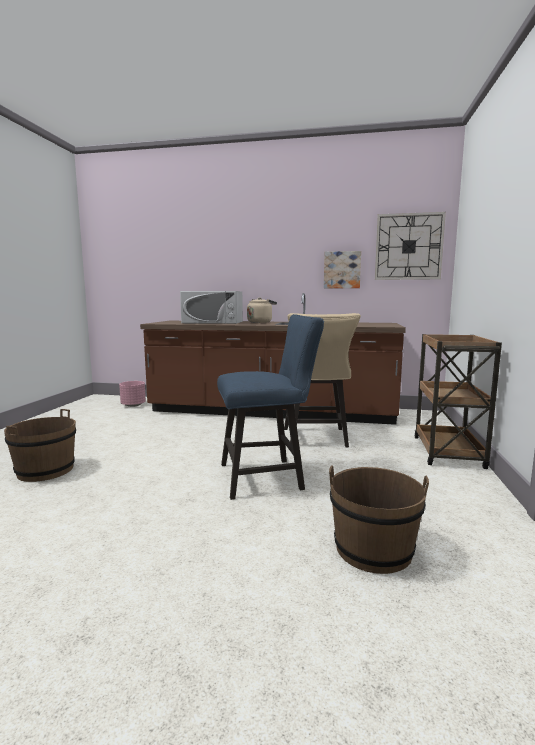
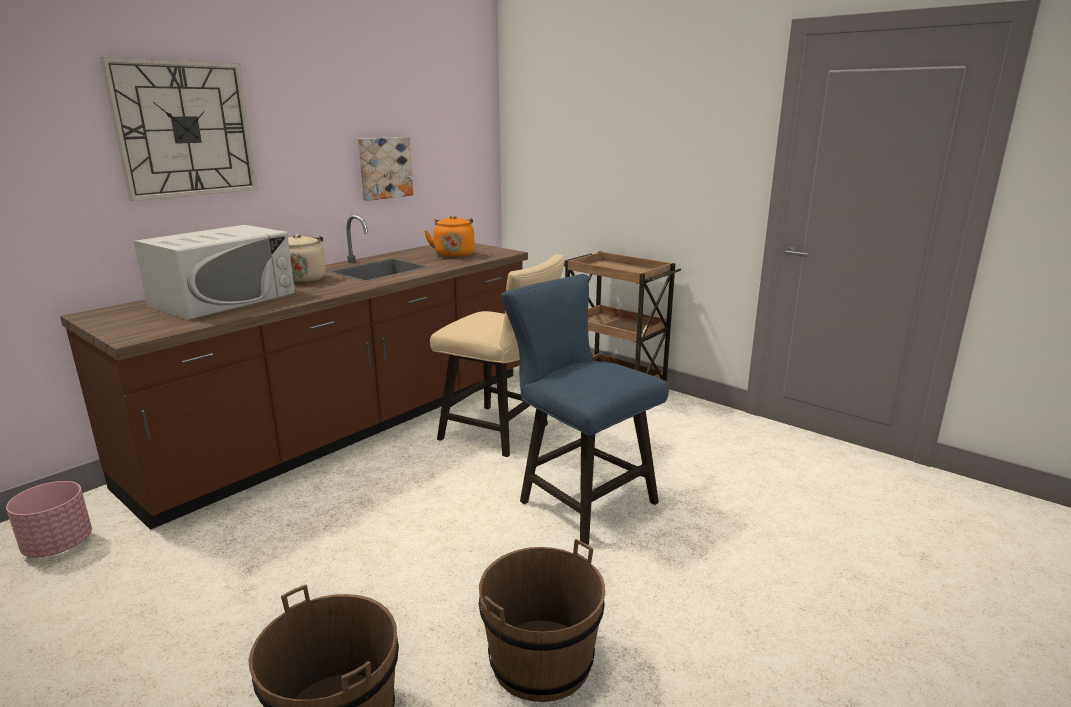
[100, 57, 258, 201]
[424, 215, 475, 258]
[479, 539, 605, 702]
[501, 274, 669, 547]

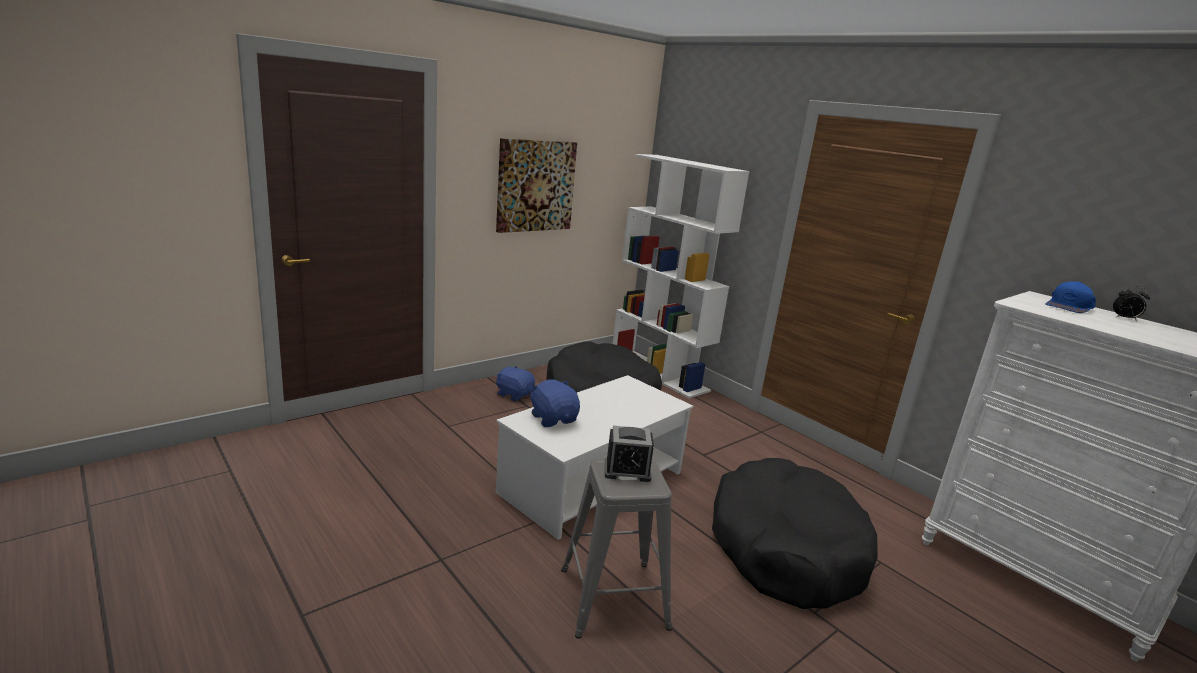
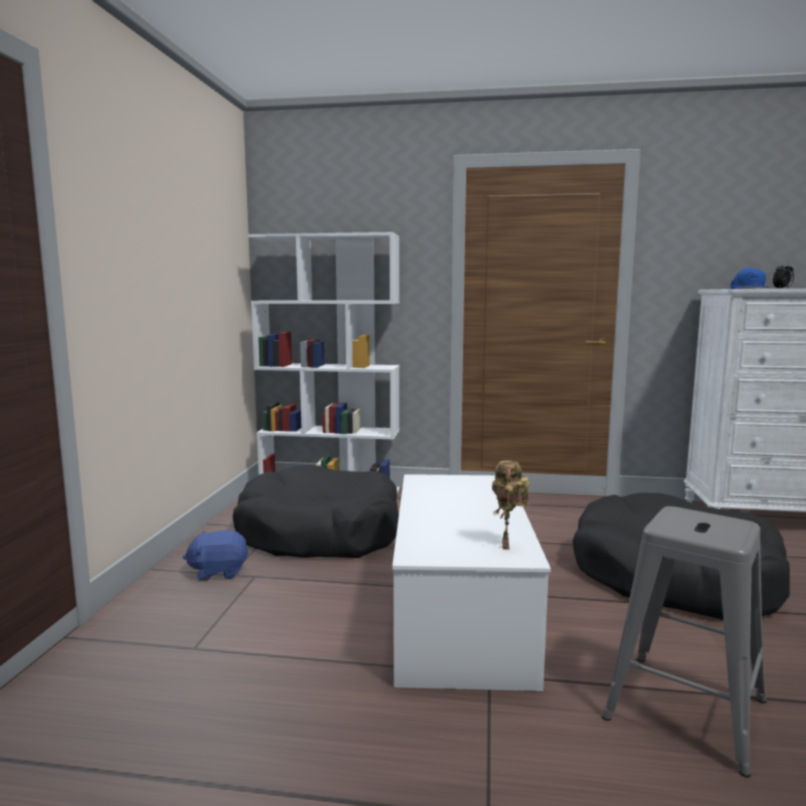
[492, 460, 530, 550]
[496, 138, 577, 233] (first image)
[529, 379, 580, 427] (first image)
[605, 426, 654, 482] (first image)

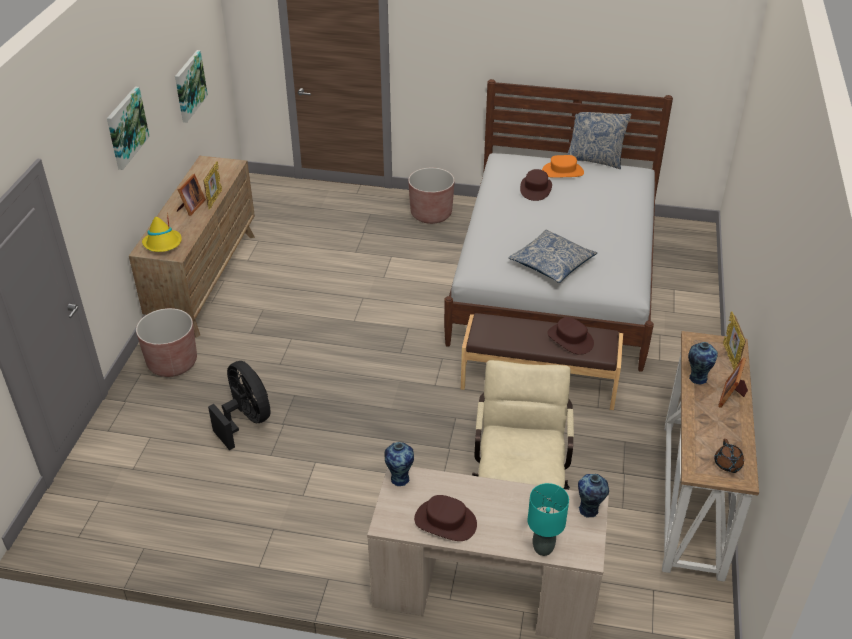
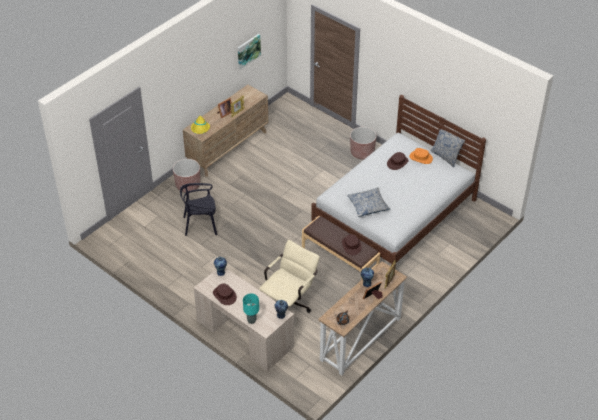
[180, 183, 217, 236]
[107, 86, 150, 170] (first image)

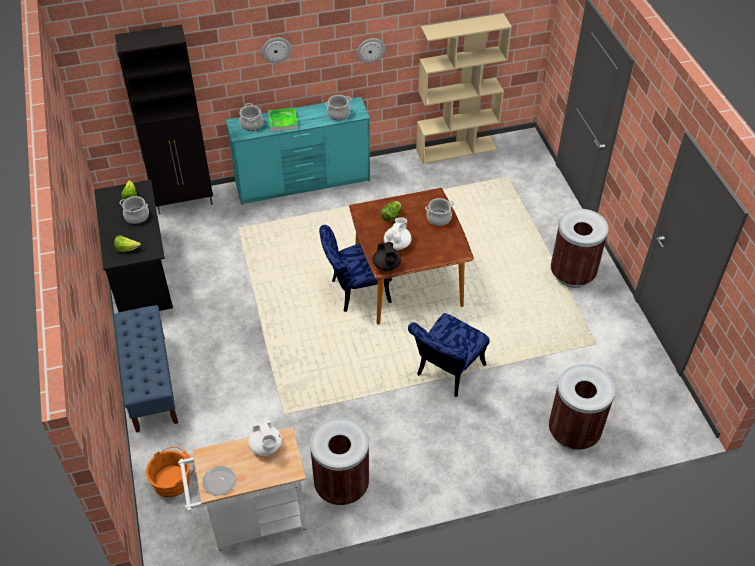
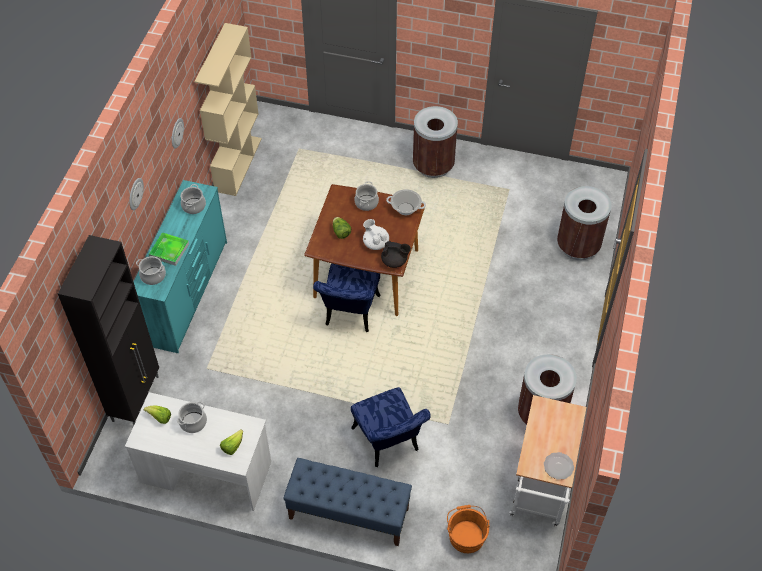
[125, 392, 271, 511]
[351, 387, 431, 467]
[386, 189, 426, 215]
[248, 420, 282, 456] (first image)

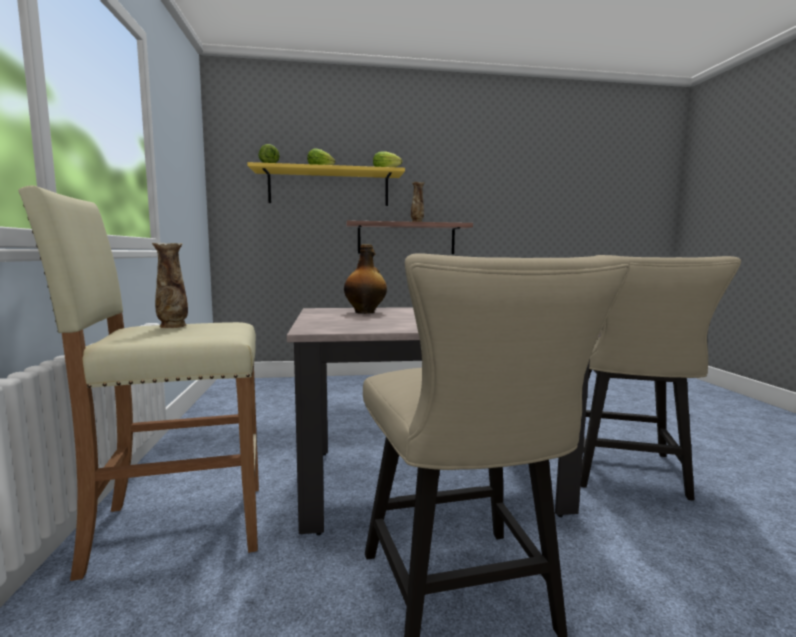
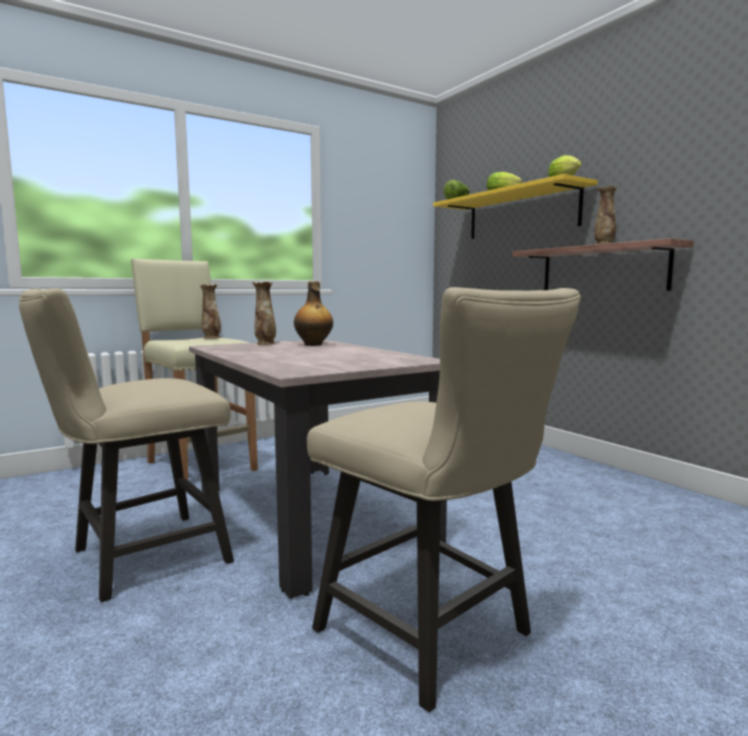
[252, 282, 276, 345]
[307, 287, 581, 712]

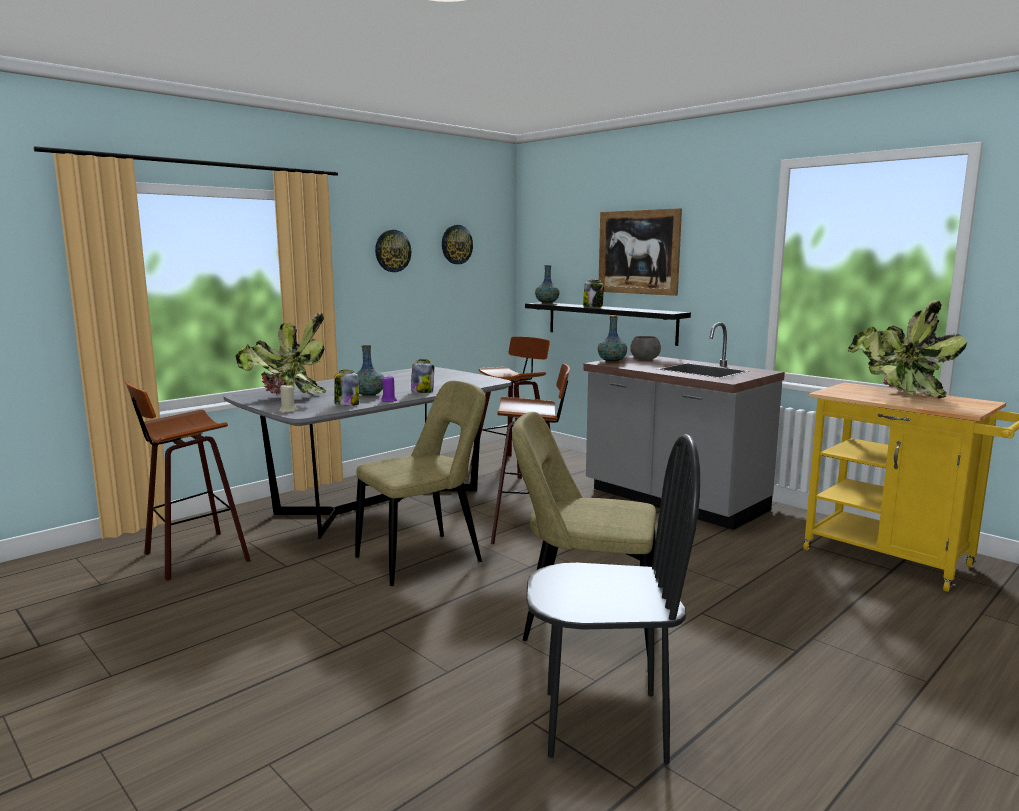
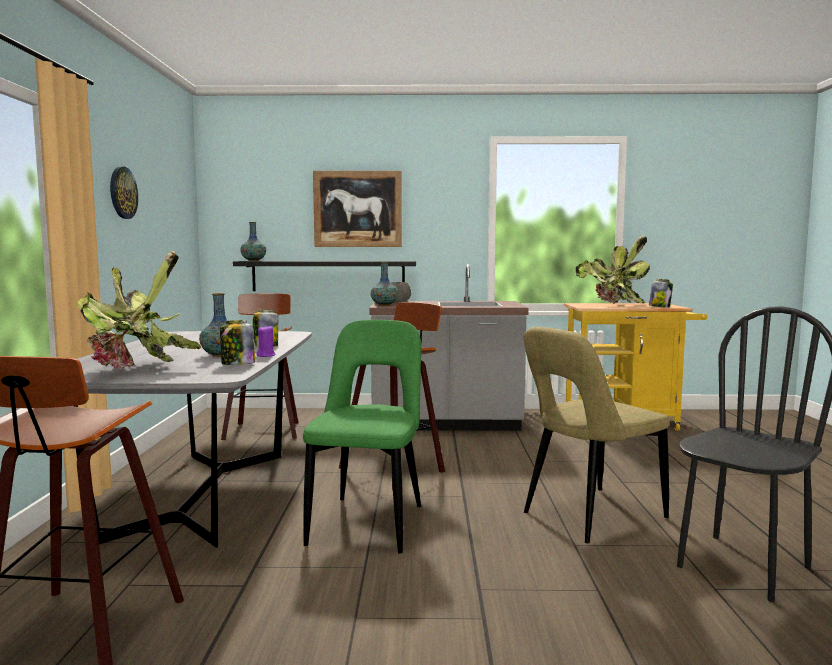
[303, 320, 421, 554]
[649, 279, 673, 308]
[279, 384, 297, 413] (first image)
[442, 225, 473, 264] (first image)

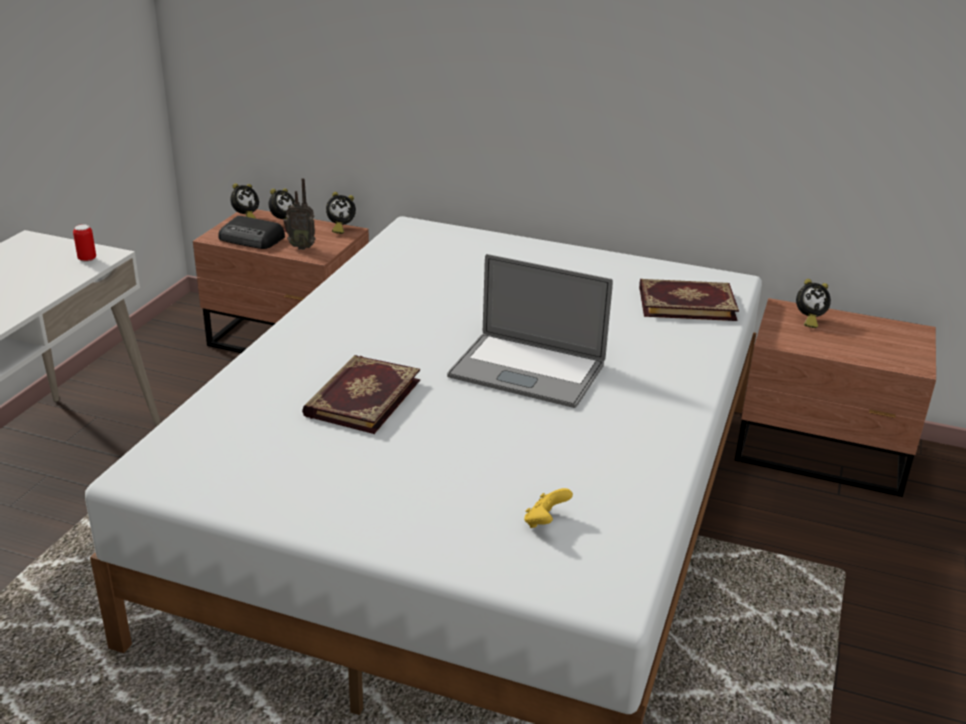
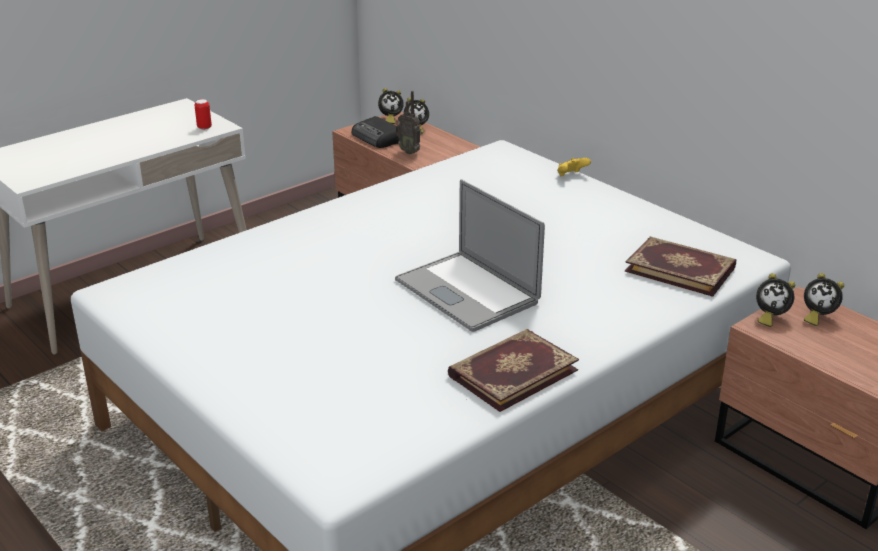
[448, 329, 579, 412]
[557, 158, 591, 176]
[756, 273, 795, 327]

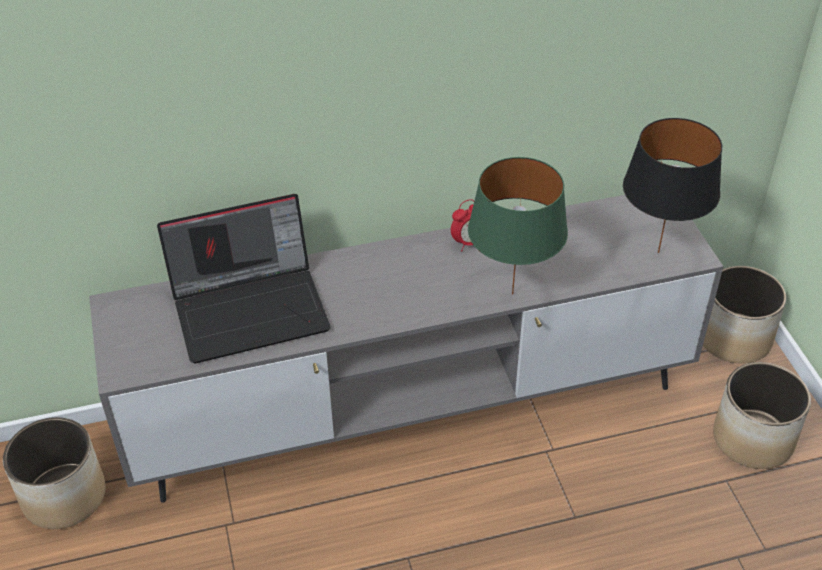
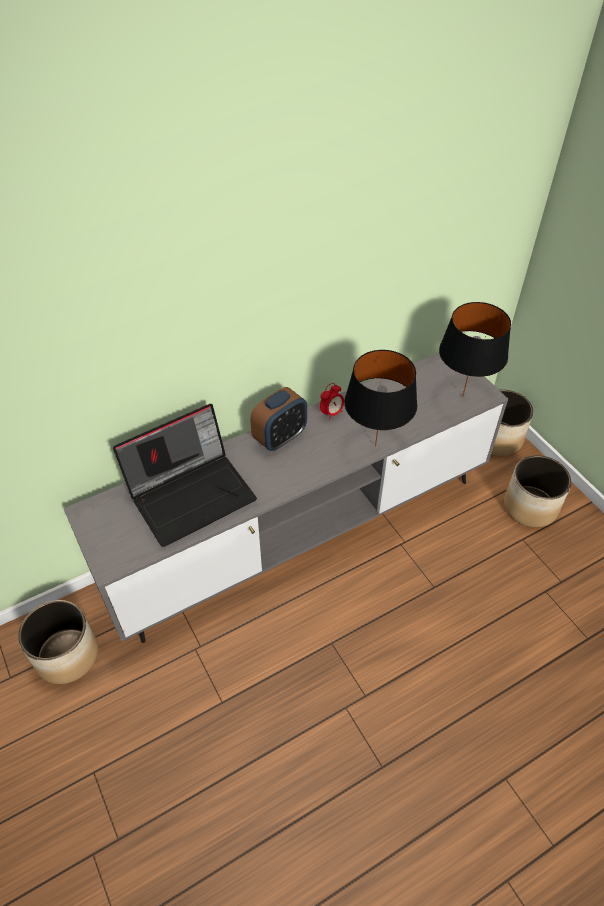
[250, 387, 307, 451]
[344, 350, 417, 447]

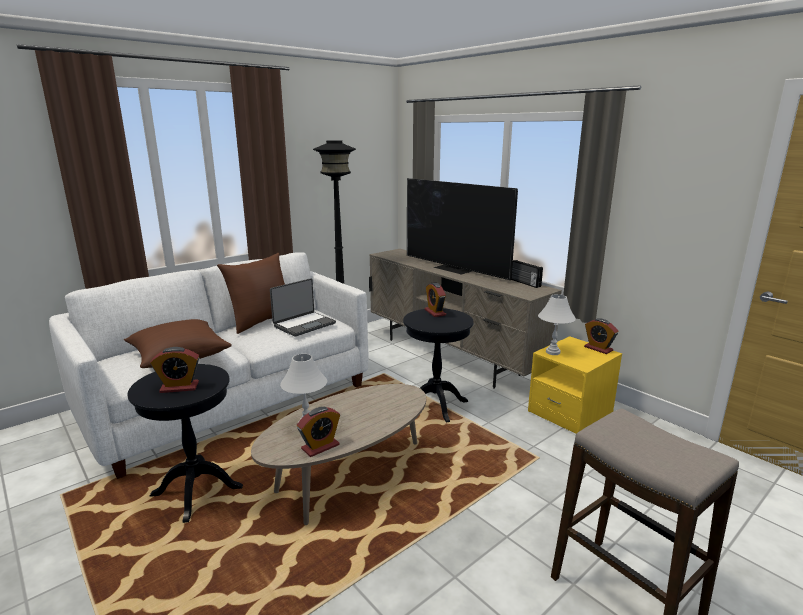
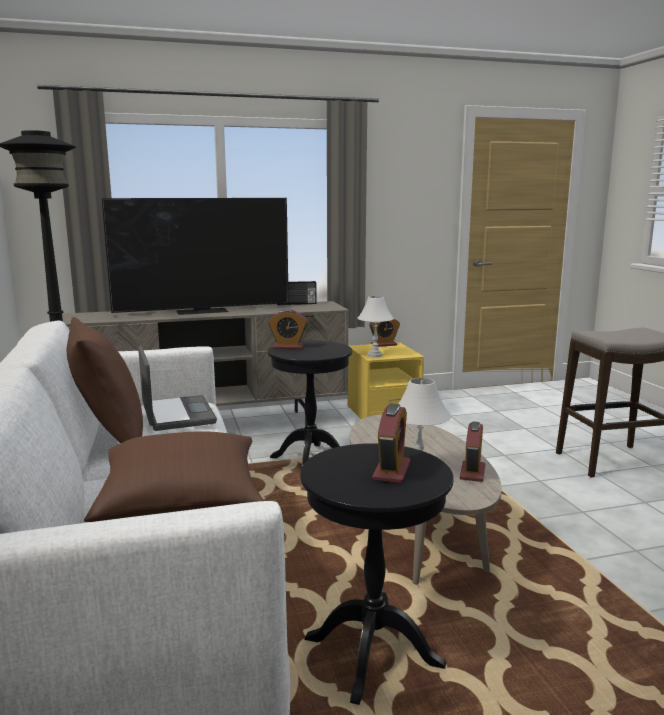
[460, 421, 485, 482]

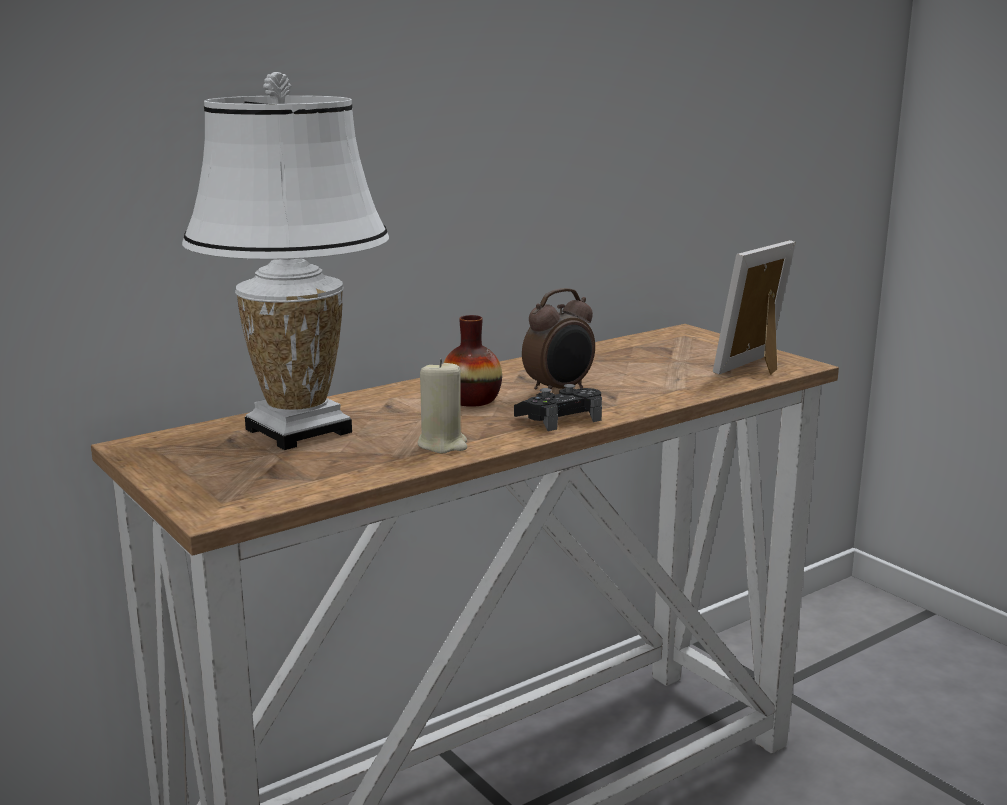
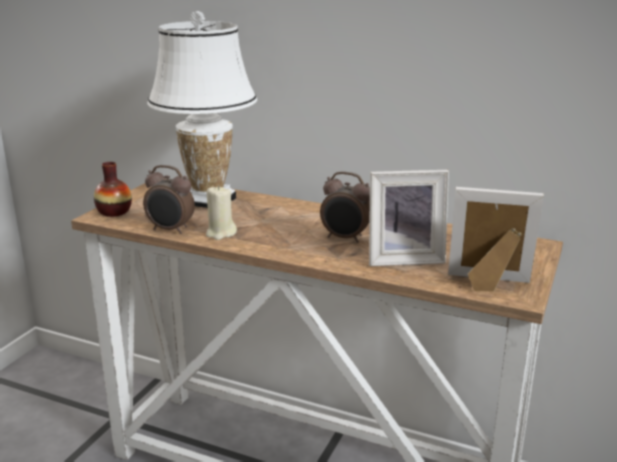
[94, 162, 132, 217]
[143, 165, 195, 234]
[369, 170, 449, 266]
[514, 384, 602, 431] (first image)

